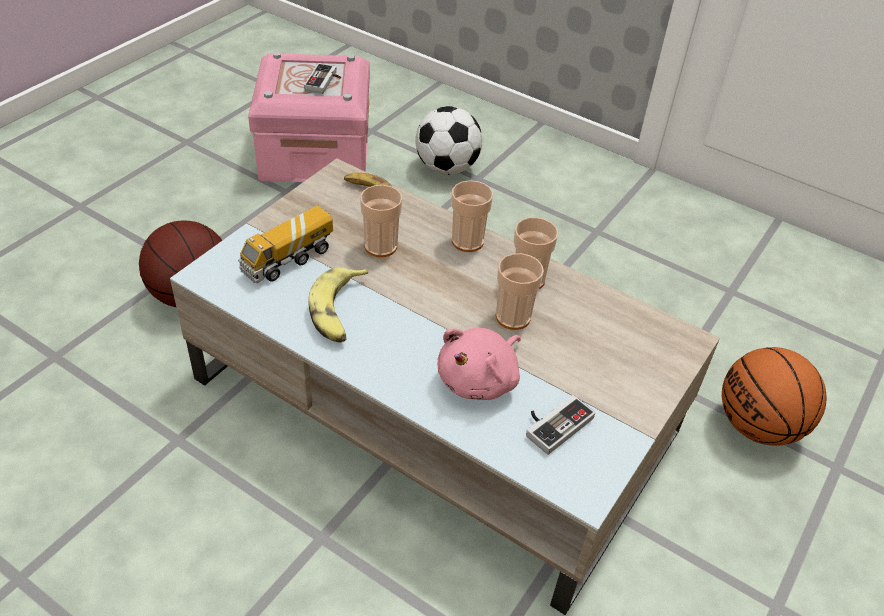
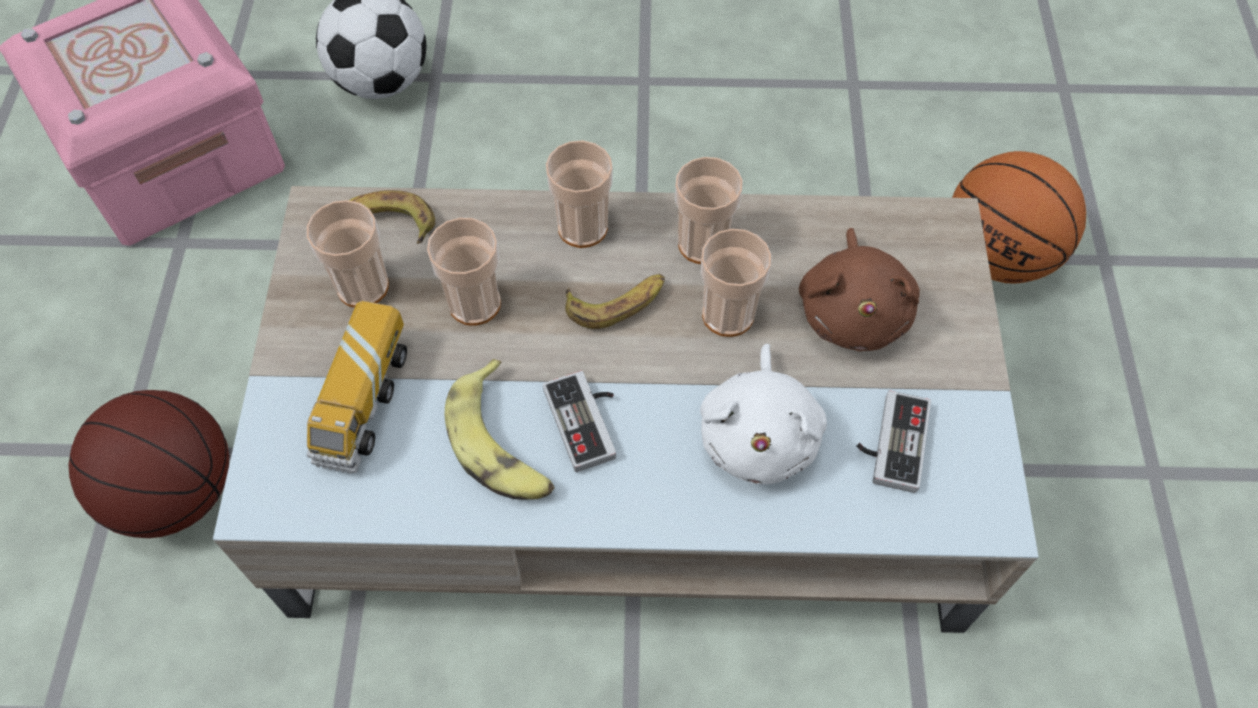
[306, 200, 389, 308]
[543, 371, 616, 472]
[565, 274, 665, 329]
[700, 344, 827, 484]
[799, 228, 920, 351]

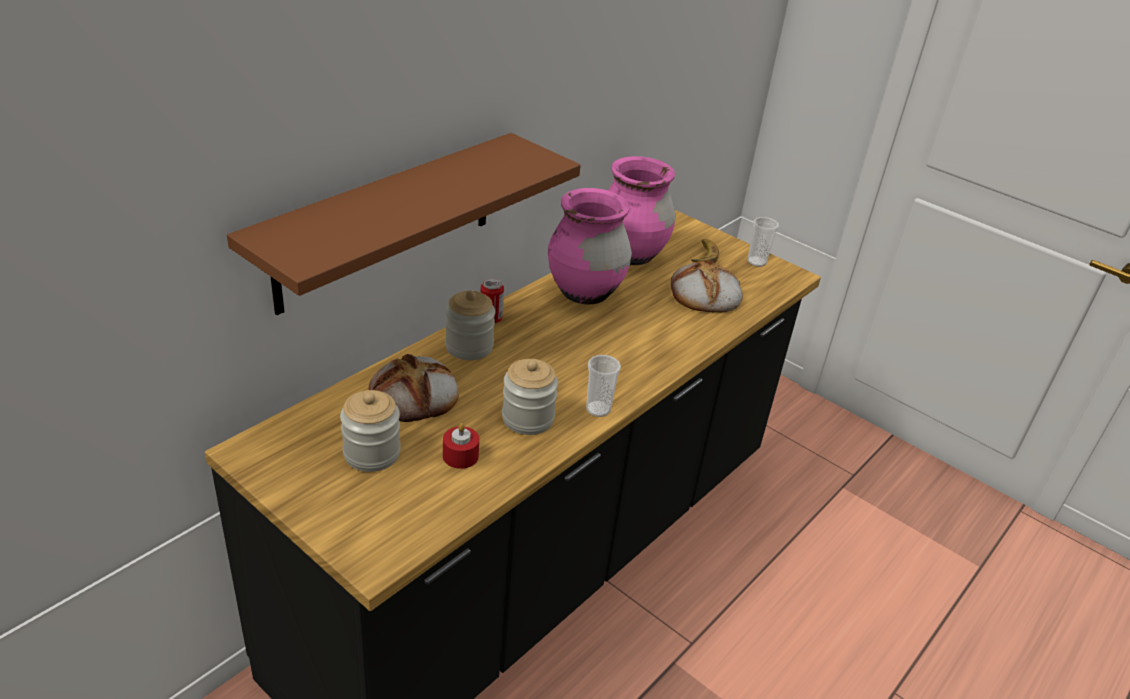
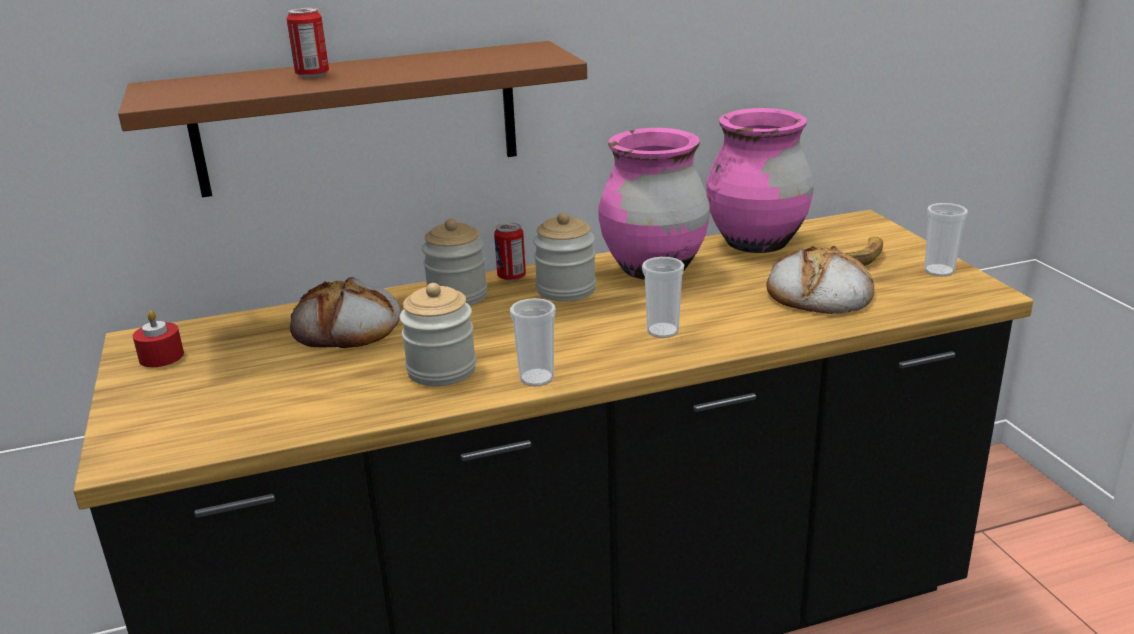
[133, 311, 184, 367]
[286, 8, 329, 78]
[533, 212, 596, 302]
[642, 257, 684, 338]

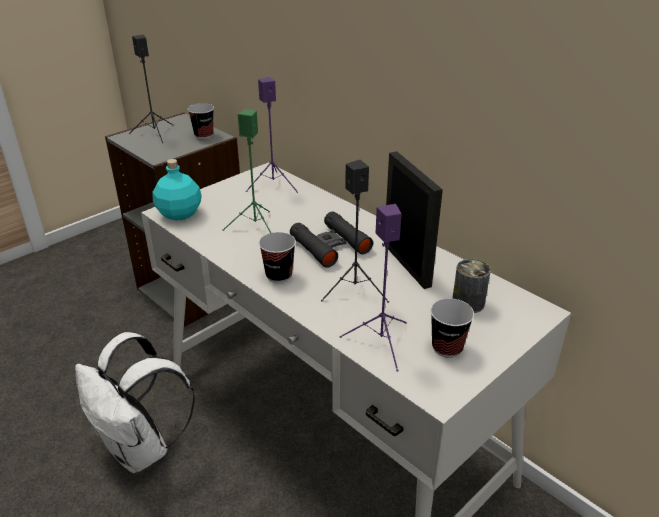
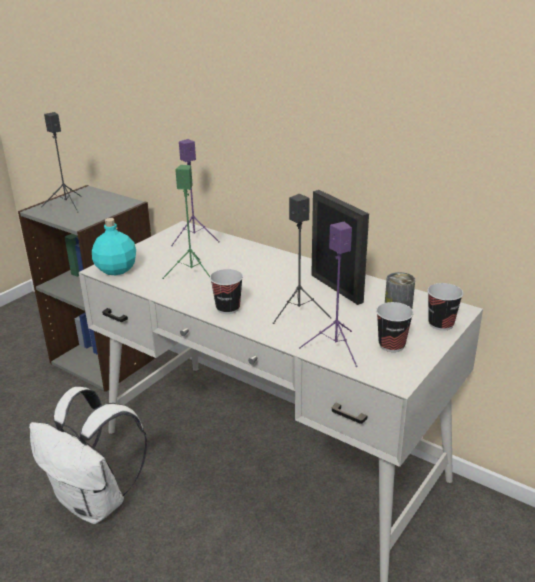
[428, 283, 463, 331]
[290, 212, 373, 268] (first image)

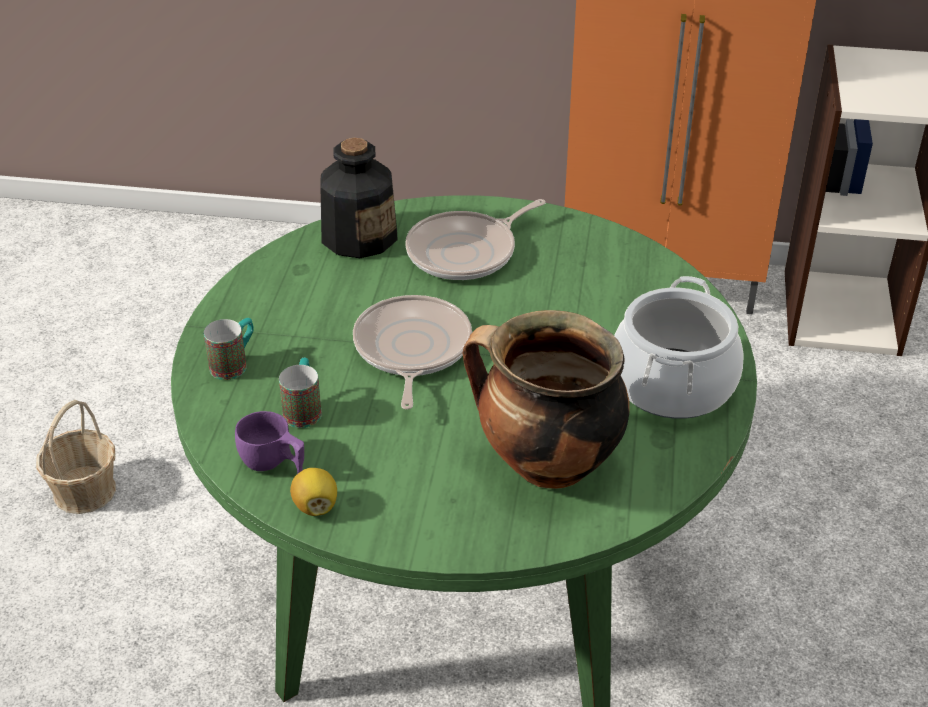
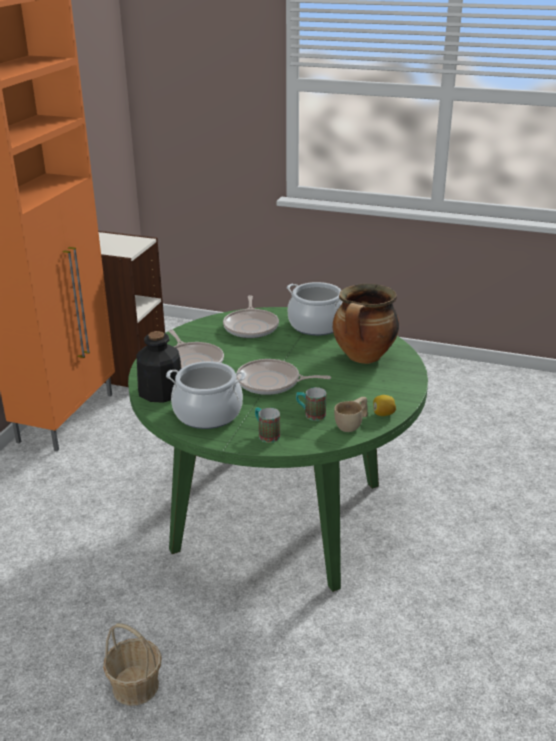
[166, 361, 245, 429]
[223, 295, 279, 338]
[334, 397, 368, 432]

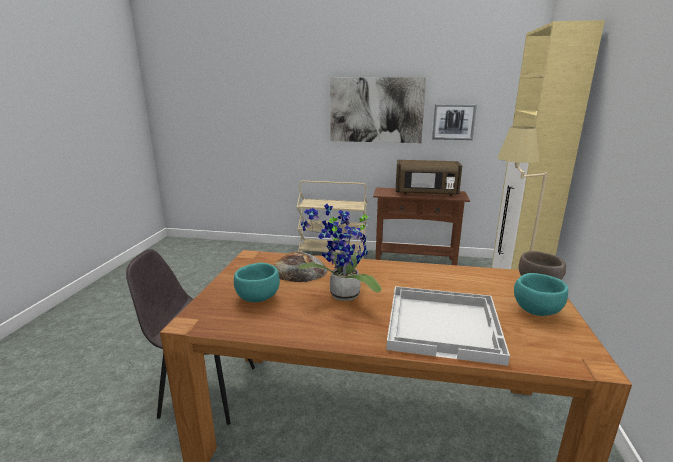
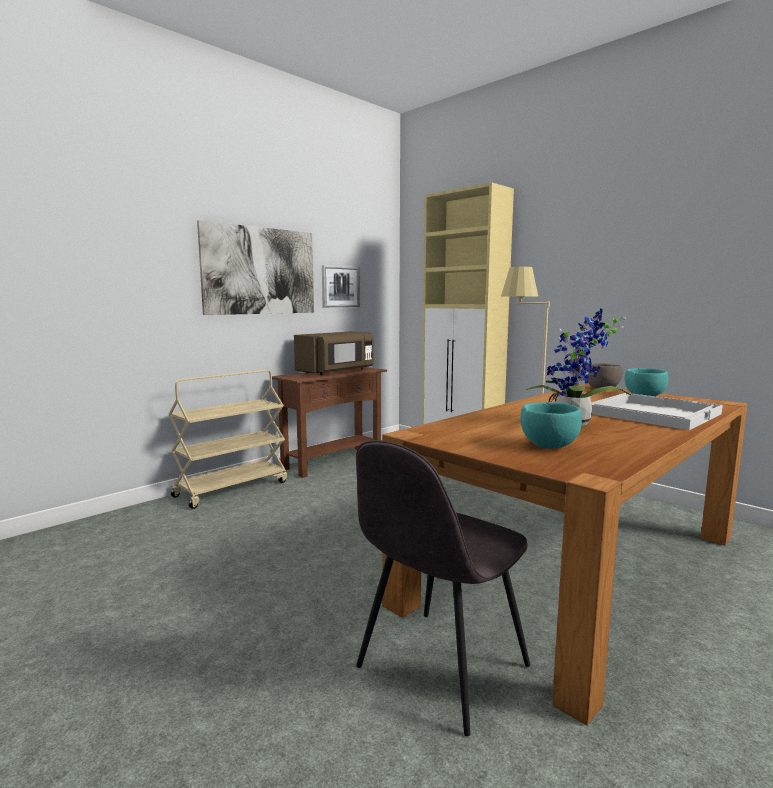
[273, 252, 328, 282] (first image)

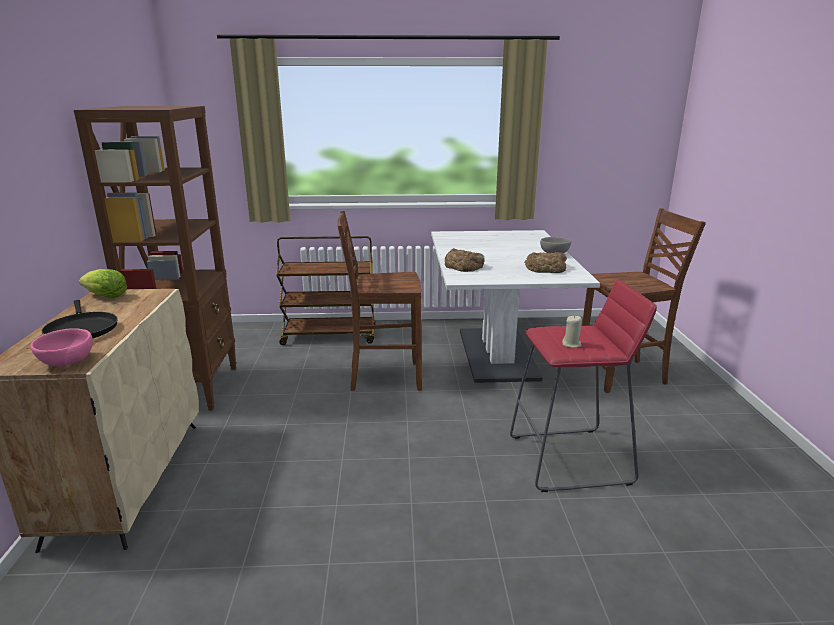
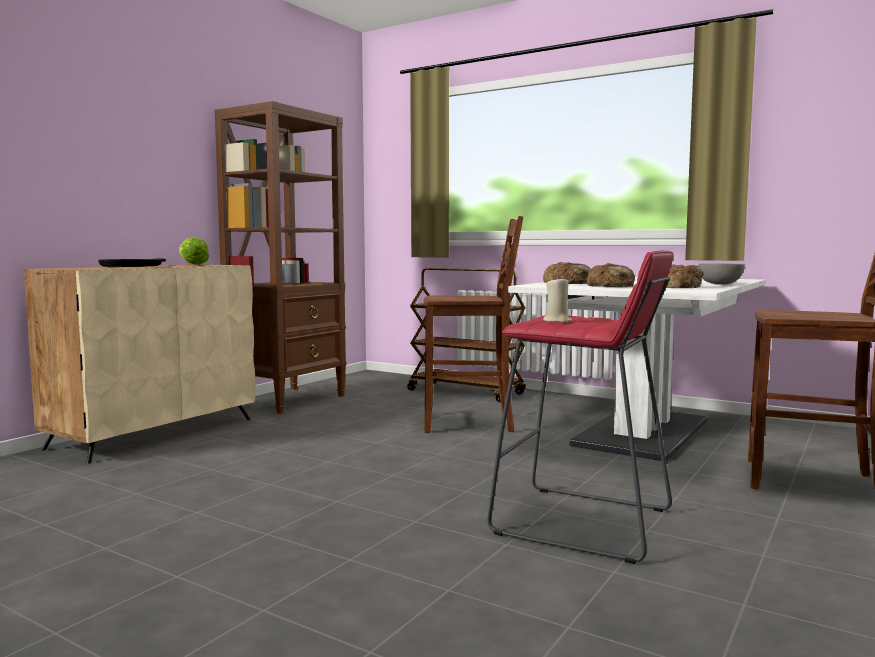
[424, 216, 523, 433]
[587, 263, 635, 287]
[30, 328, 93, 366] (first image)

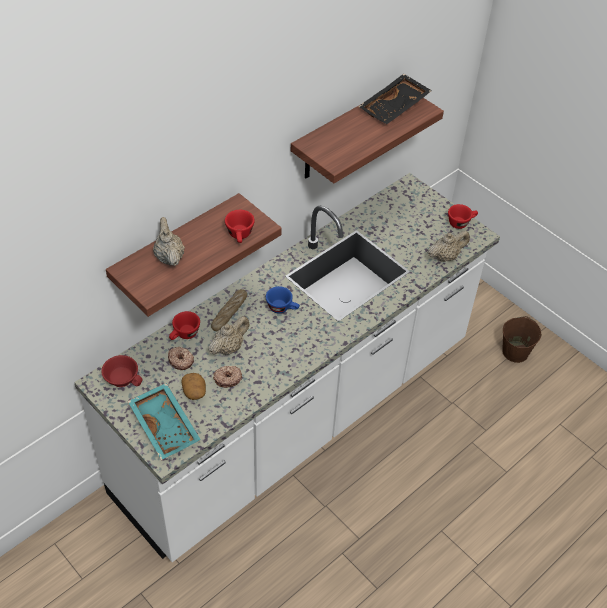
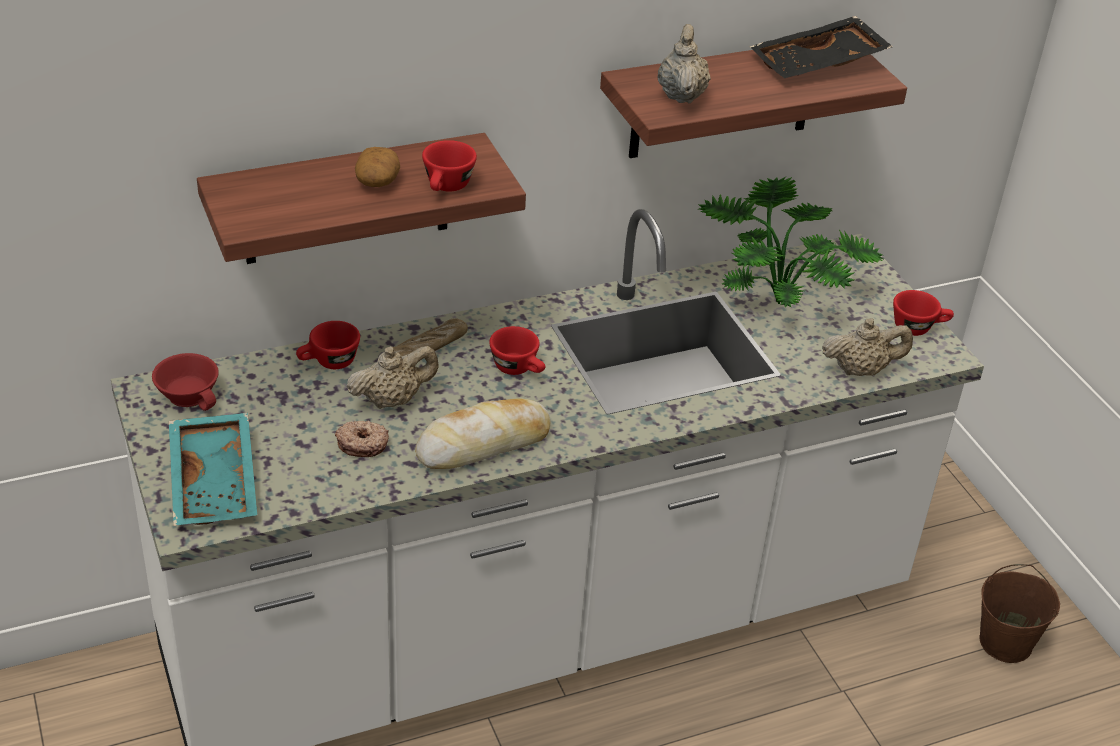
[355, 147, 400, 187]
[415, 398, 551, 469]
[489, 326, 546, 375]
[658, 24, 711, 103]
[699, 177, 883, 308]
[168, 347, 194, 370] (first image)

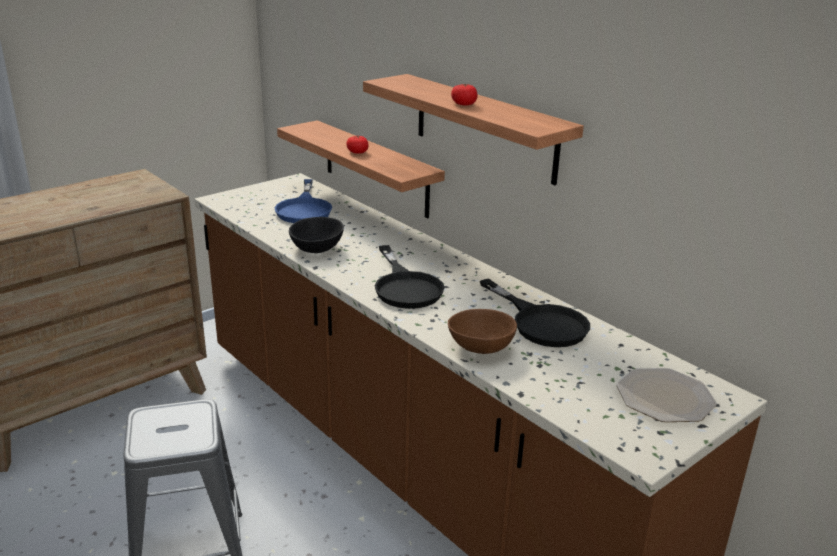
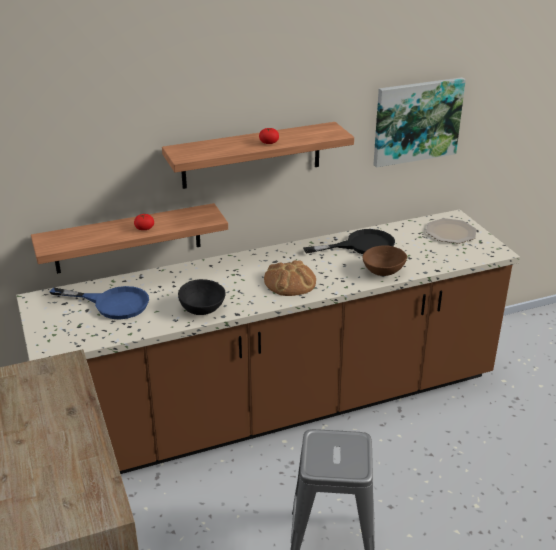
[264, 260, 316, 296]
[373, 77, 466, 168]

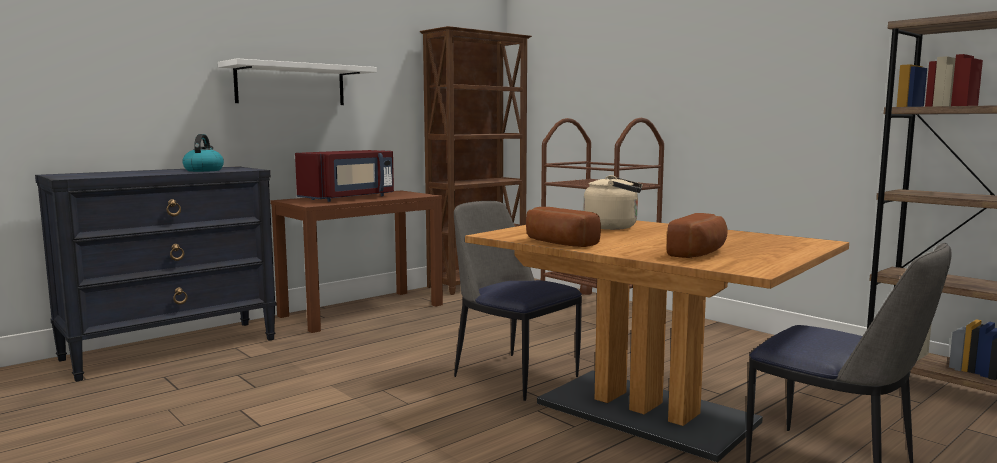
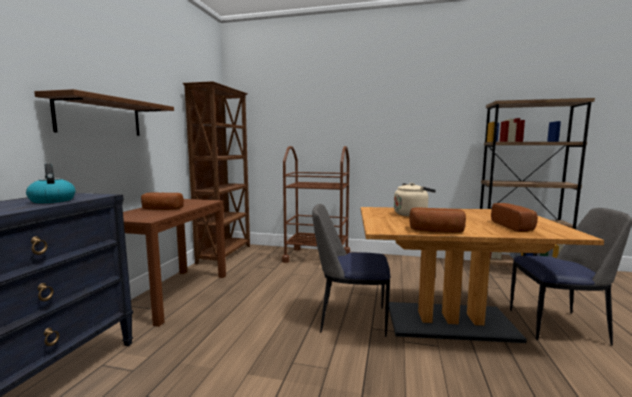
[34, 89, 174, 136]
[141, 192, 184, 210]

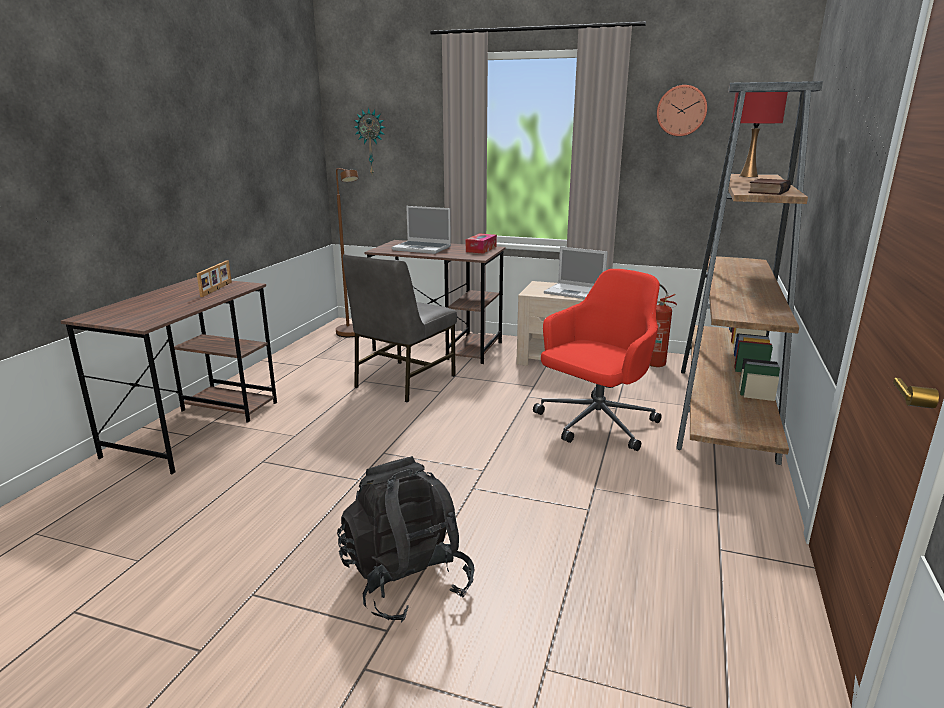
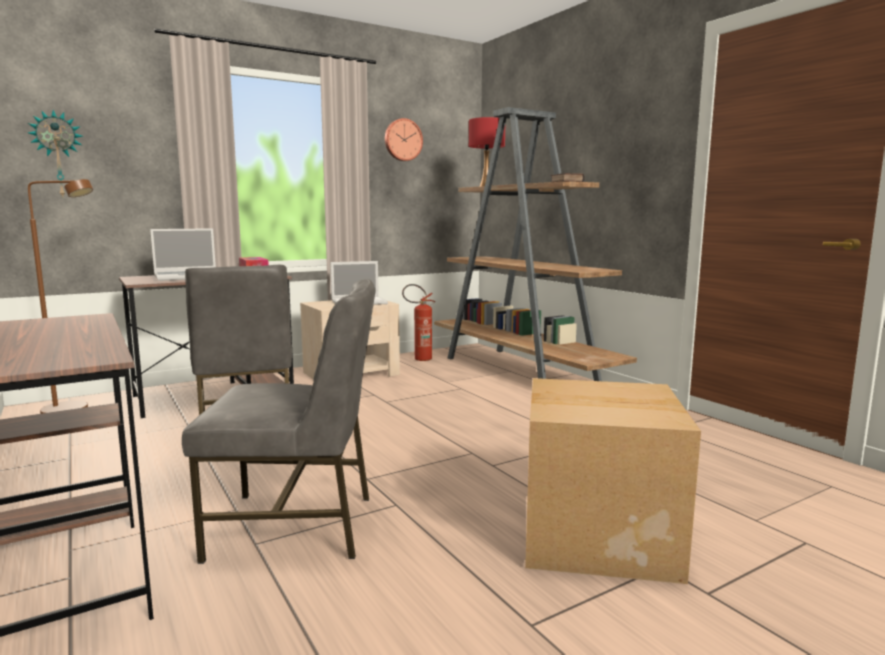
[182, 279, 375, 564]
[525, 378, 701, 584]
[196, 260, 232, 297] (first image)
[533, 269, 662, 451] (first image)

